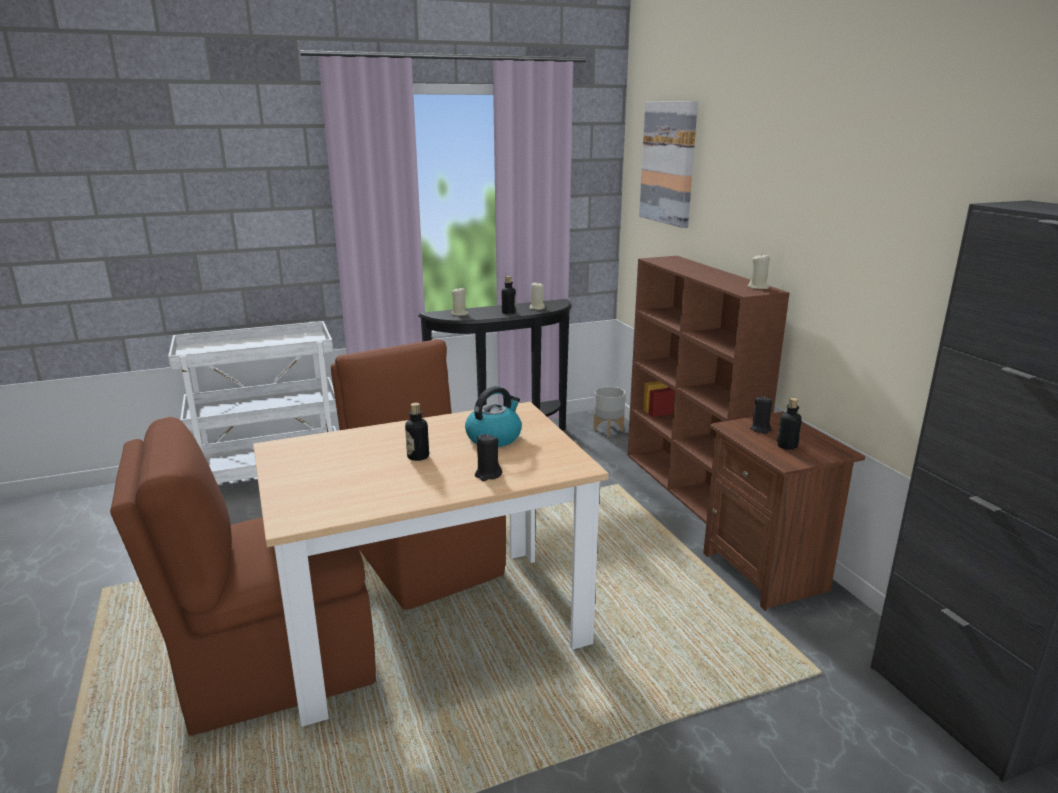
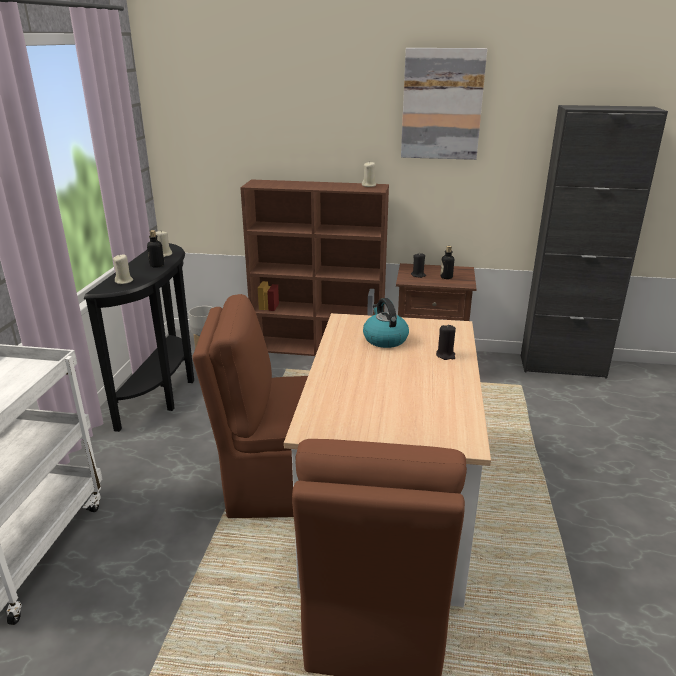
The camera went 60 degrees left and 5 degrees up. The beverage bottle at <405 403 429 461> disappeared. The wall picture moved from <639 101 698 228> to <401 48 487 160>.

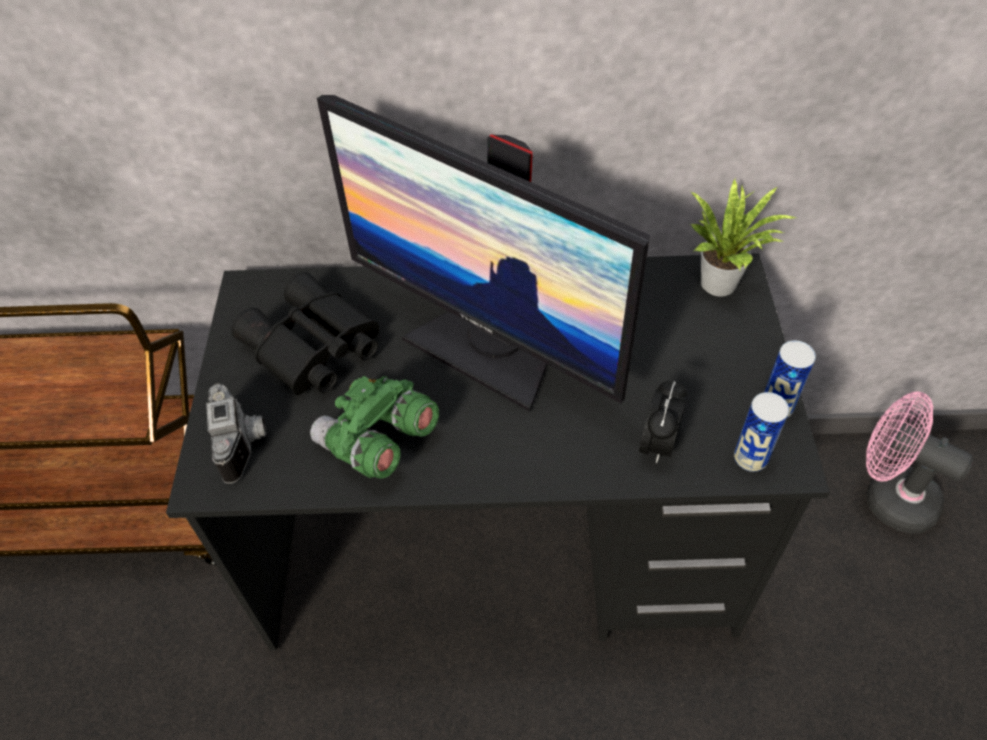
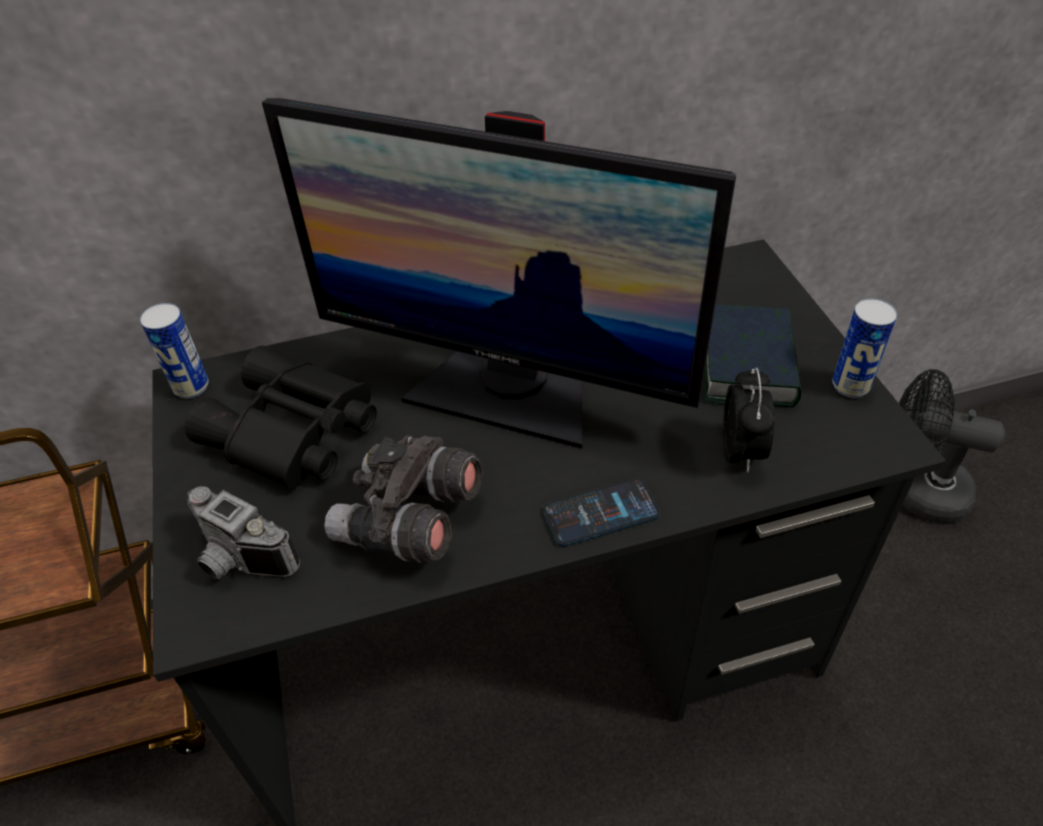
The camera went 15 degrees left and 5 degrees down. The still camera at <206 383 267 484> turned 150 degrees clockwise. The greenish pair of binoculars at <310 376 439 479> became the grey pair of binoculars at <324 435 484 563>. The houseplant at <690 179 796 296> disappeared. The sealed can moved from <734 392 789 472> to <140 303 209 398>. The pinkish fan at <866 391 973 534> became the black fan at <899 369 1005 523>. The handset at <543 478 660 547> appeared. The volume at <704 305 801 407> appeared.

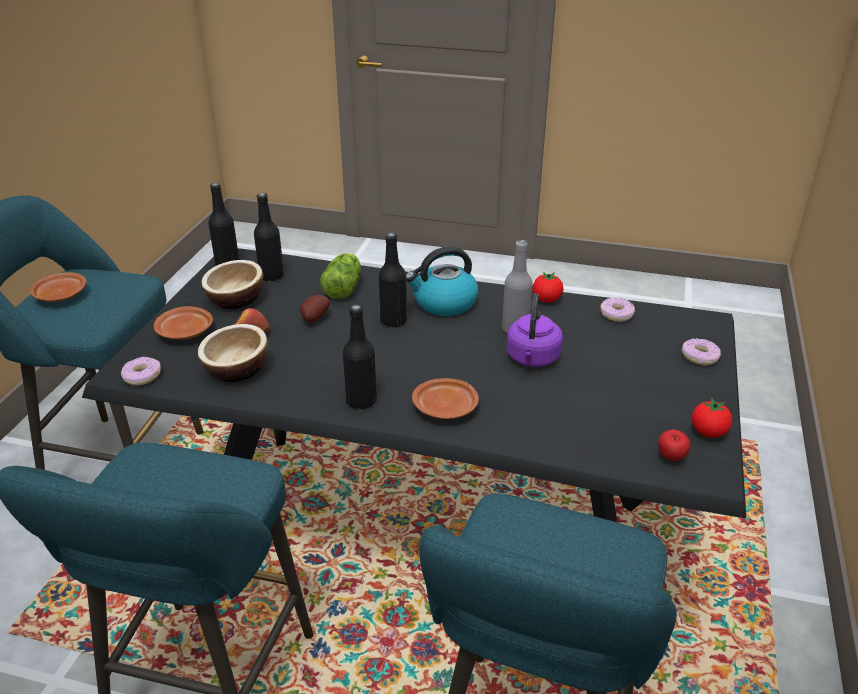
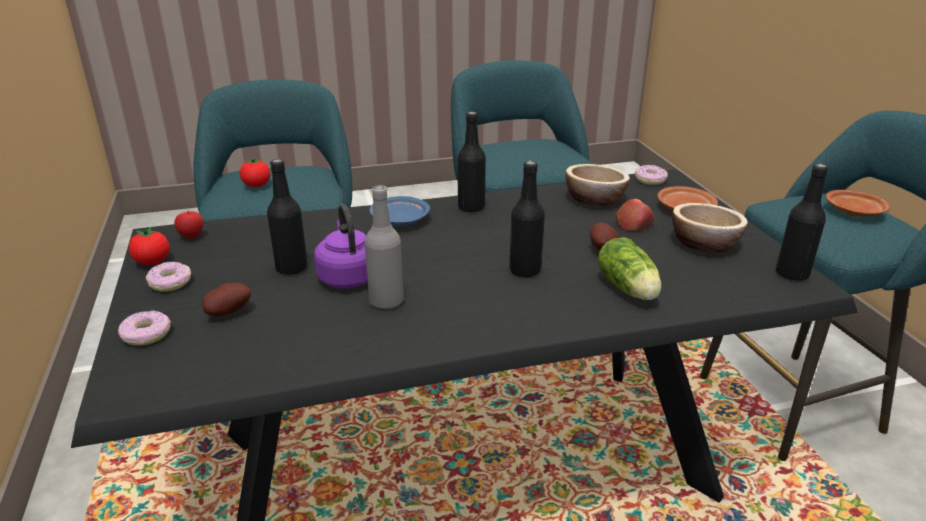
The camera went 150 degrees right and 5 degrees down. The black beverage bottle moved from <254 193 284 281> to <267 159 308 275>. The kettle at <406 246 478 316> disappeared. The brownish plate at <412 378 479 419> became the bluish plate at <369 196 430 226>. The fresh tomato moved from <532 272 563 303> to <240 157 270 187>. The ring doughnut moved from <600 298 635 322> to <146 262 191 292>. The spud at <202 283 251 317> appeared.

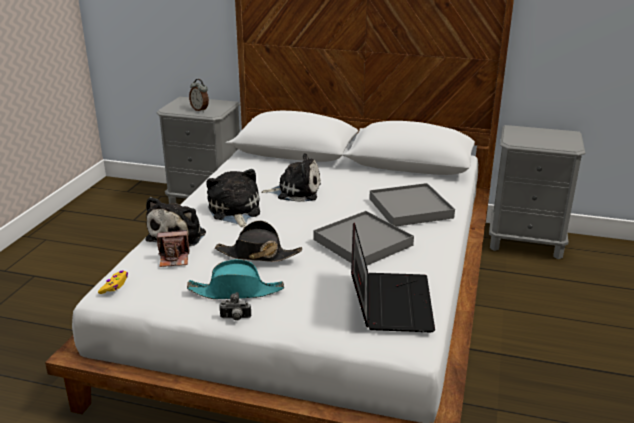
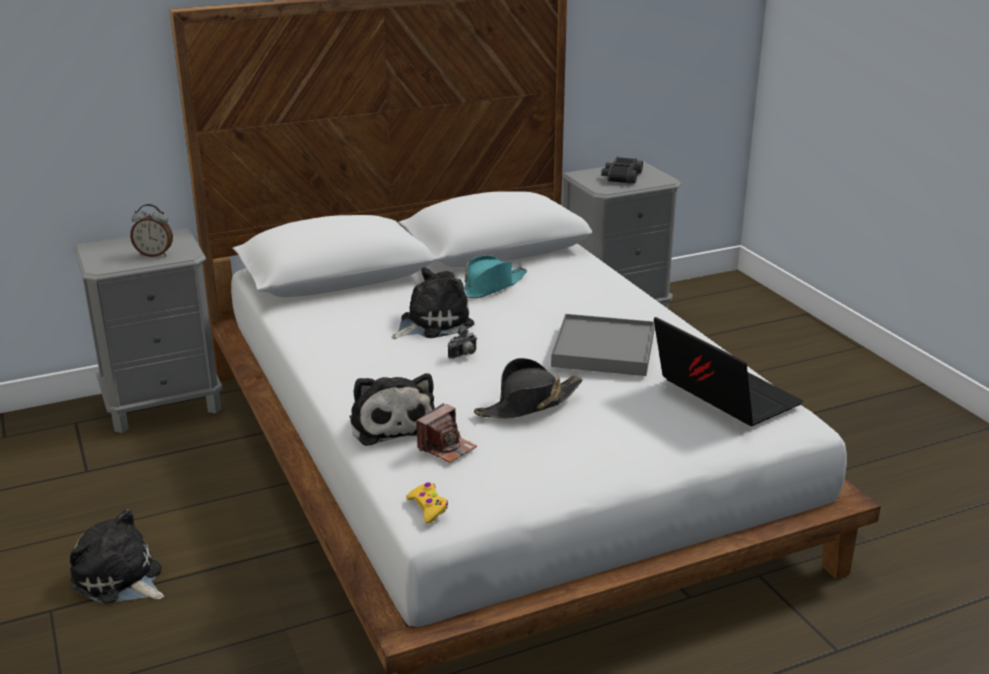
The camera went 40 degrees left and 0 degrees up. The blue-green clothing hat moved from <187 259 284 299> to <464 255 527 298>. The cuddly toy moved from <206 169 260 228> to <70 509 164 604>. The still camera moved from <219 292 251 321> to <448 326 477 359>. The grey carrying tray at <369 183 455 227> disappeared. The black pair of binoculars at <601 157 643 184> appeared.

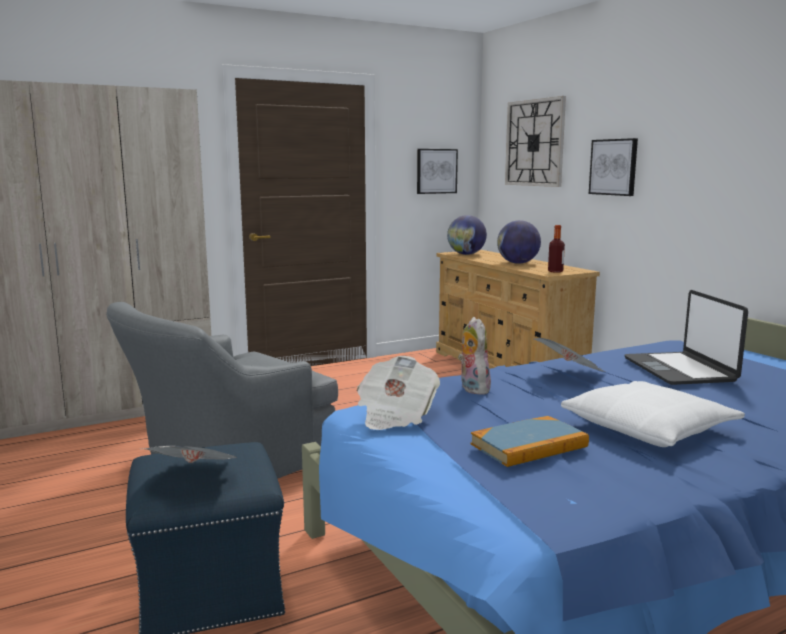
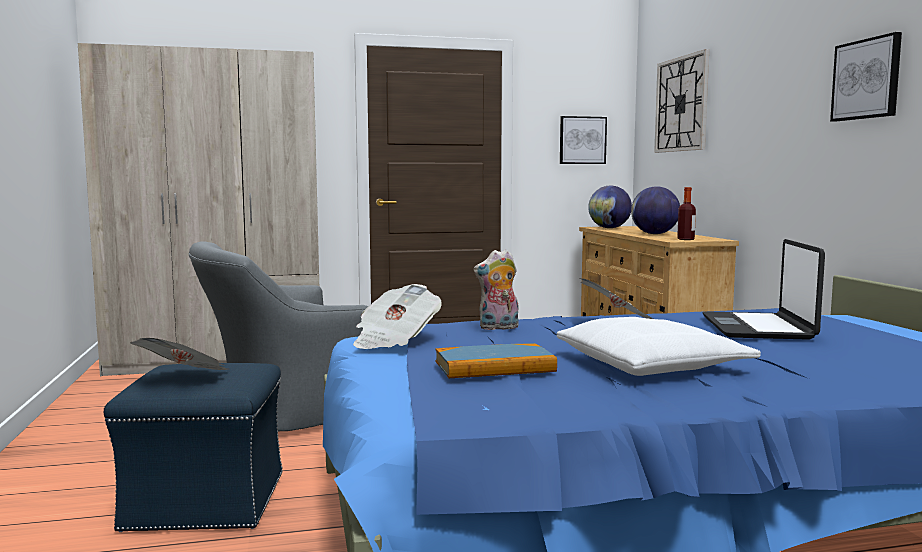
The camera went 15 degrees right and 5 degrees down. The cuddly toy at <458 317 491 395> turned 105 degrees counterclockwise. The wall picture moved from <589 138 638 196> to <830 32 902 122>.

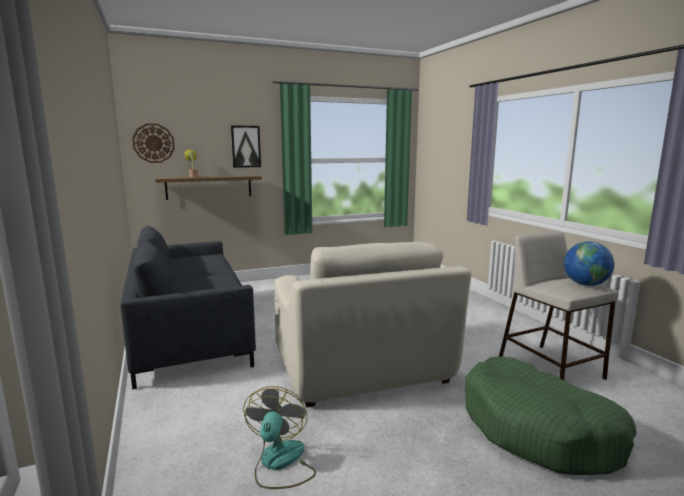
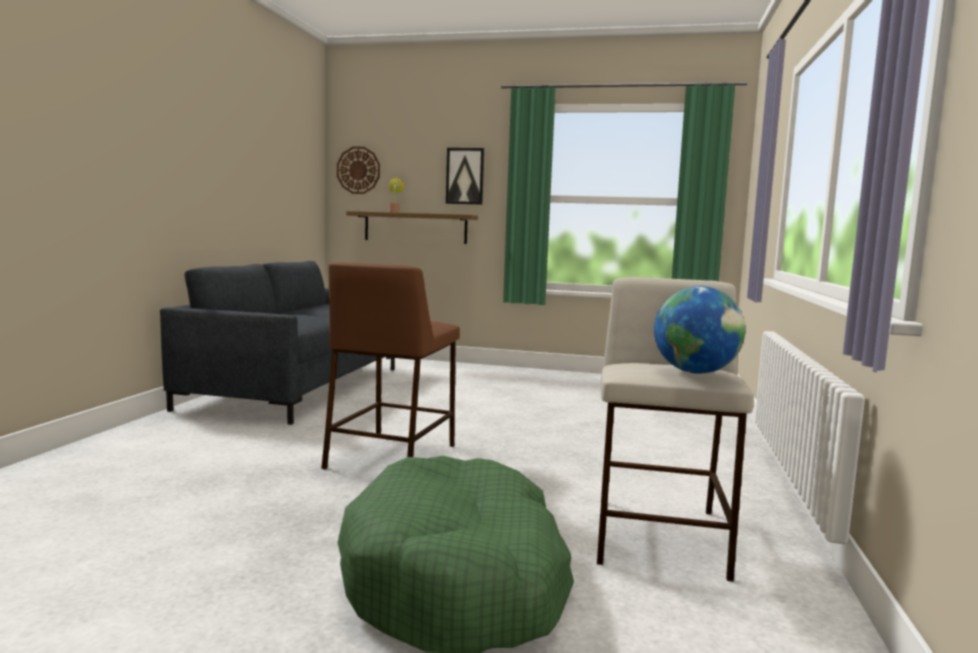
The camera went 35 degrees right and 5 degrees down. The fan at <243 386 316 489> disappeared. The sand-coloured easy chair at <274 242 472 407> was replaced by the brownish stool seat at <321 262 460 469>.

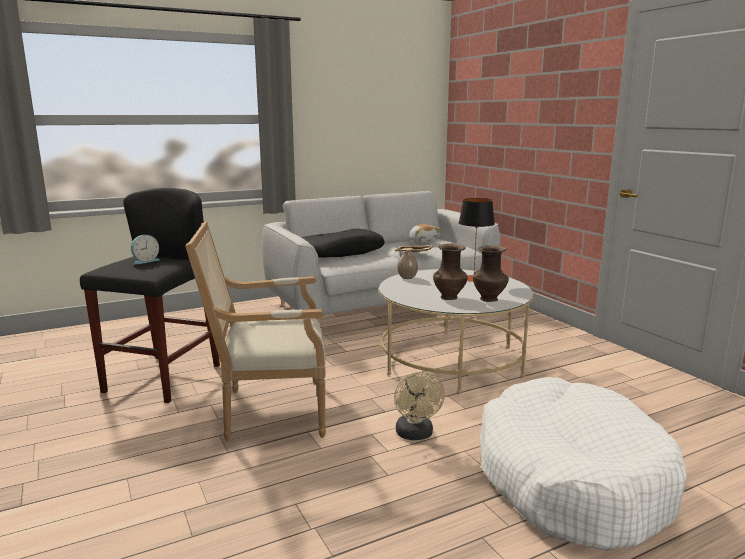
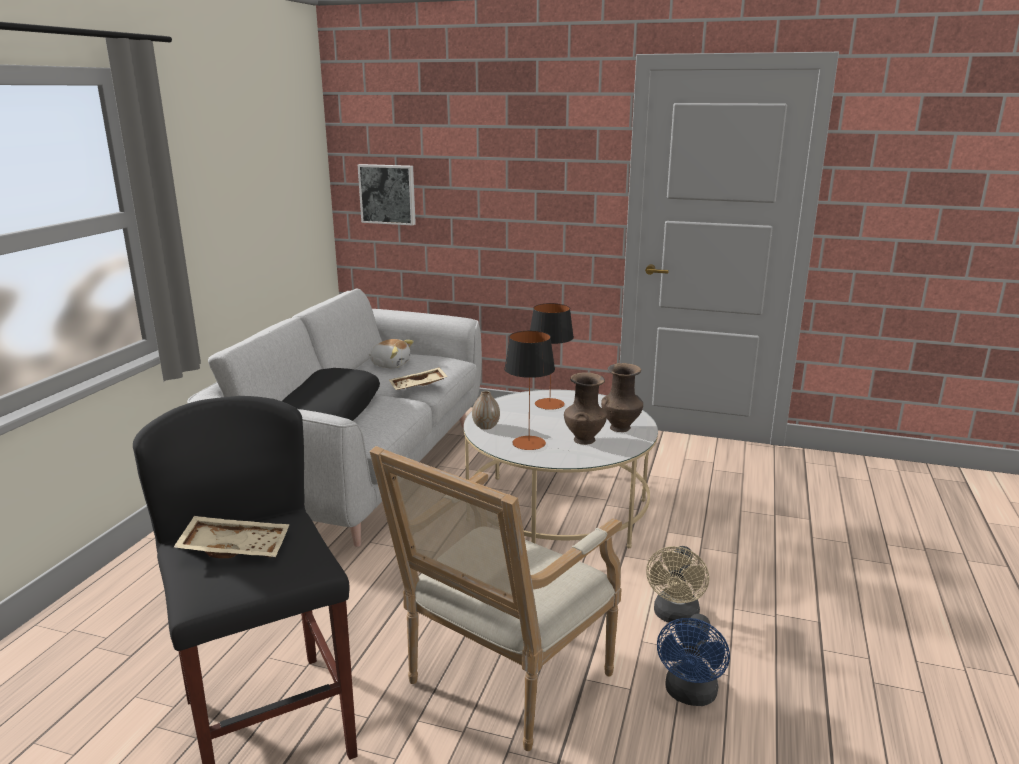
The camera went 45 degrees left and 5 degrees up. The table clock at <131 235 160 265> was replaced by the sand-coloured carrying tray at <174 516 290 558>. The sand-coloured fan at <394 372 445 440> turned 75 degrees clockwise. The whitish dog cushion at <480 377 687 551> disappeared. The wall picture at <358 164 416 226> appeared. The tabletop lamp at <504 331 555 450> appeared. The bluish fan at <657 614 730 706> appeared.

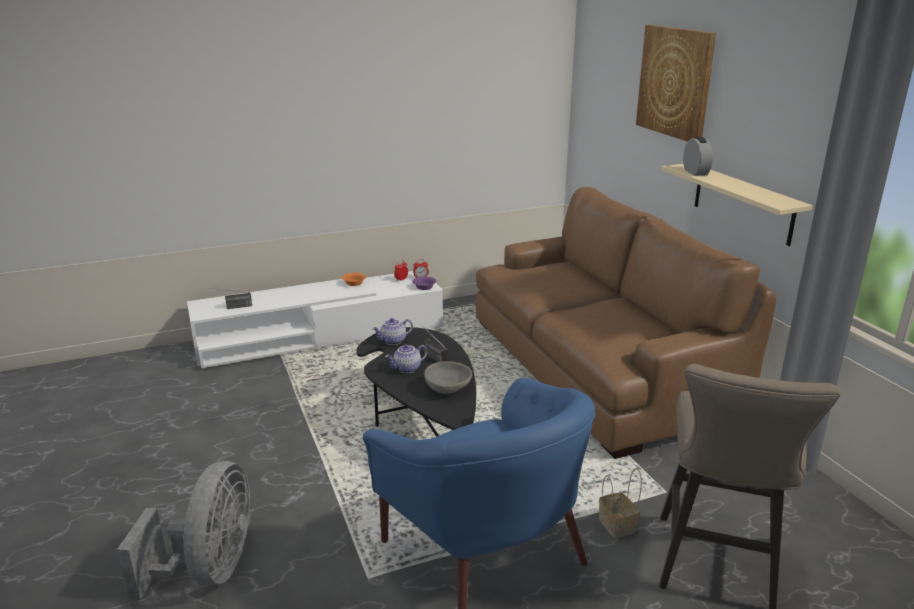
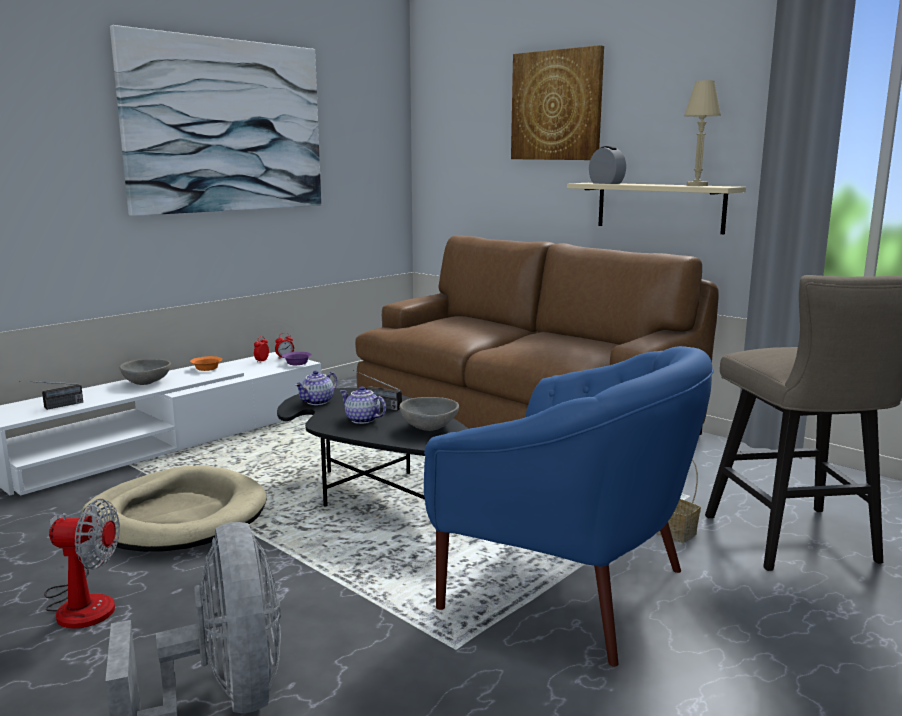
The camera went 25 degrees left and 10 degrees down. The teapot at <385 344 428 373> turned 90 degrees clockwise. The fan at <44 499 120 629> appeared. The sand-coloured dog cushion at <81 466 267 552> appeared. The wall picture at <110 25 321 216> appeared. The grey deep dish at <120 359 171 385> appeared. The sand-coloured tabletop lamp at <684 80 721 186> appeared.

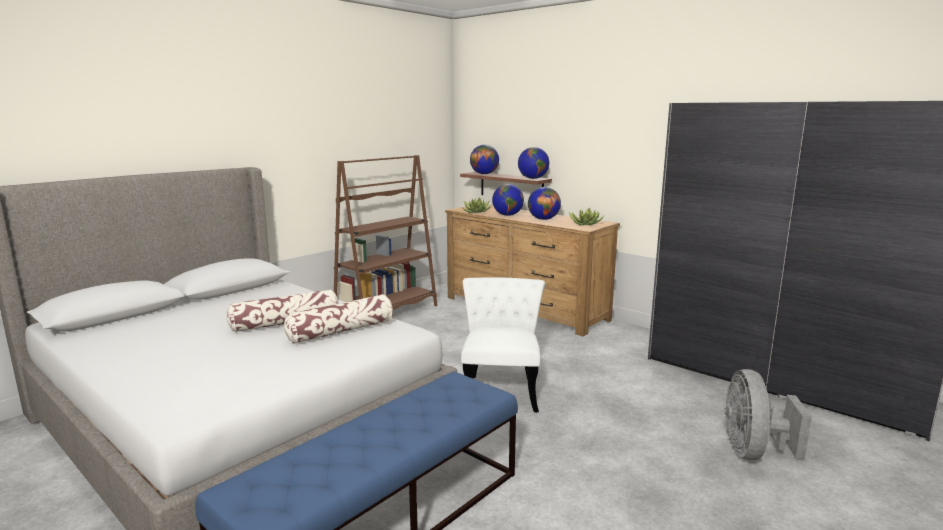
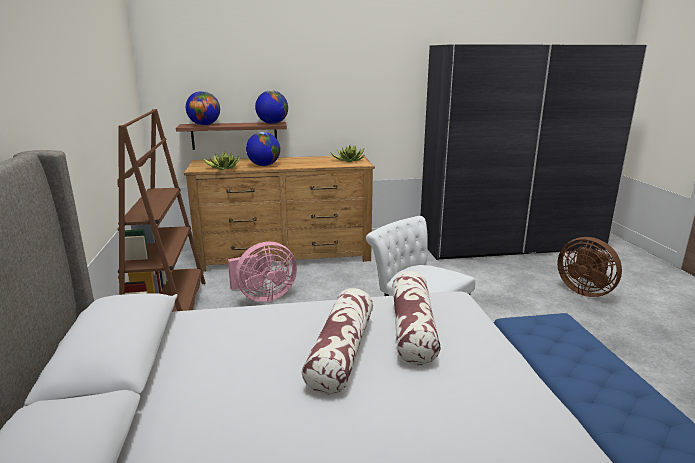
The camera went 50 degrees left and 5 degrees up. The world globe at <528 187 561 220> disappeared. The grey fan at <725 369 812 460> became the brownish fan at <557 237 622 297>. The pinkish fan at <228 242 297 302> appeared.

